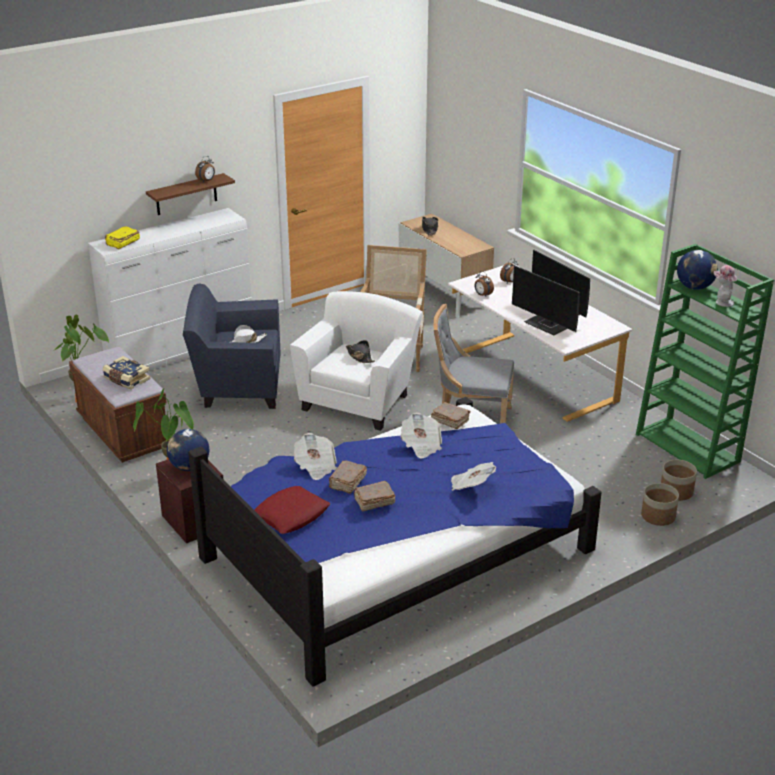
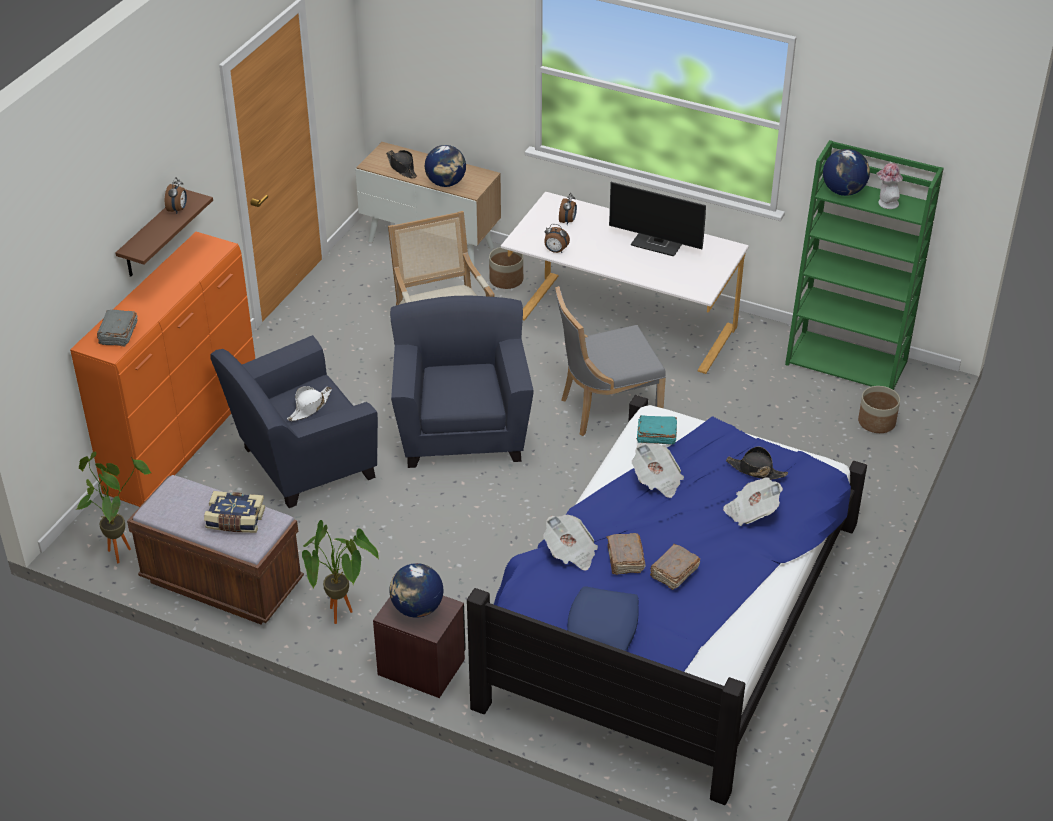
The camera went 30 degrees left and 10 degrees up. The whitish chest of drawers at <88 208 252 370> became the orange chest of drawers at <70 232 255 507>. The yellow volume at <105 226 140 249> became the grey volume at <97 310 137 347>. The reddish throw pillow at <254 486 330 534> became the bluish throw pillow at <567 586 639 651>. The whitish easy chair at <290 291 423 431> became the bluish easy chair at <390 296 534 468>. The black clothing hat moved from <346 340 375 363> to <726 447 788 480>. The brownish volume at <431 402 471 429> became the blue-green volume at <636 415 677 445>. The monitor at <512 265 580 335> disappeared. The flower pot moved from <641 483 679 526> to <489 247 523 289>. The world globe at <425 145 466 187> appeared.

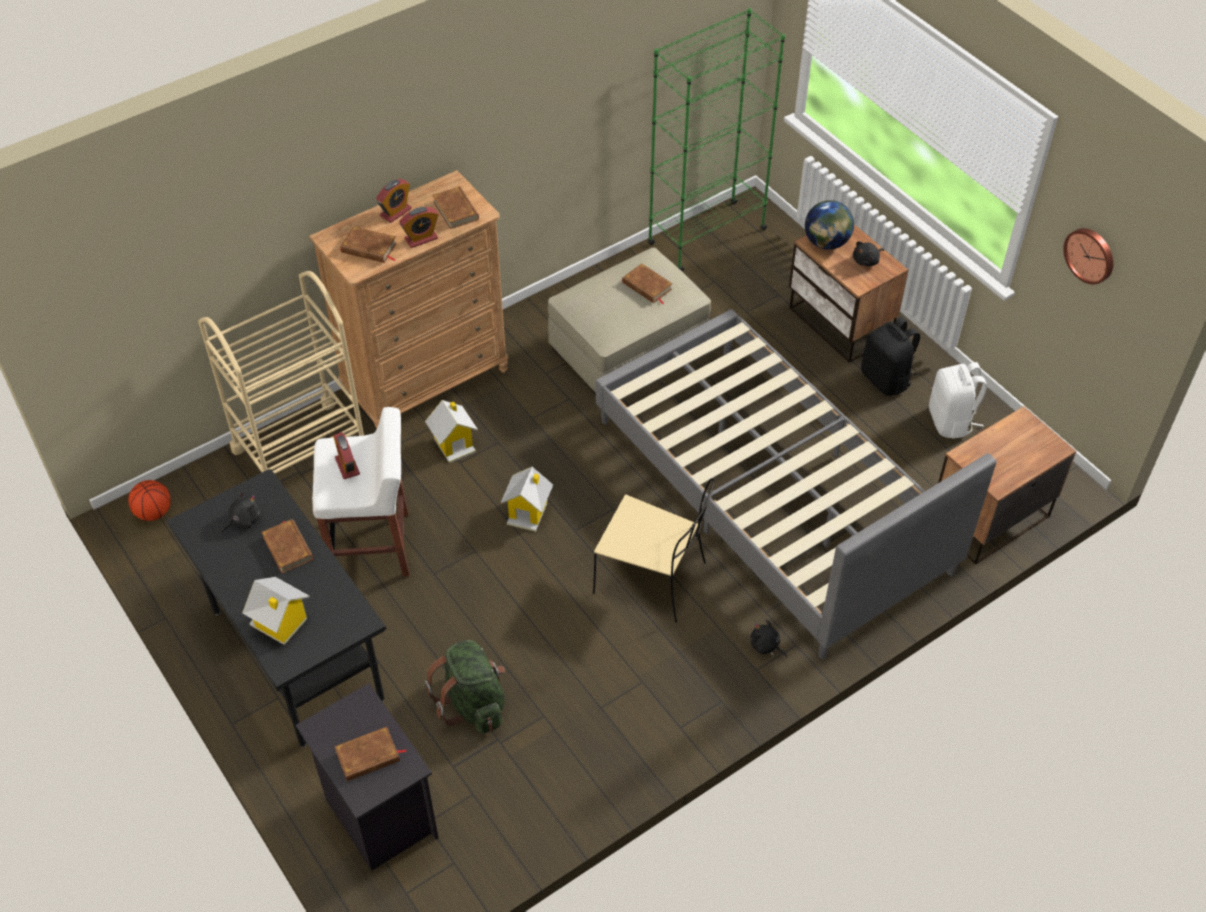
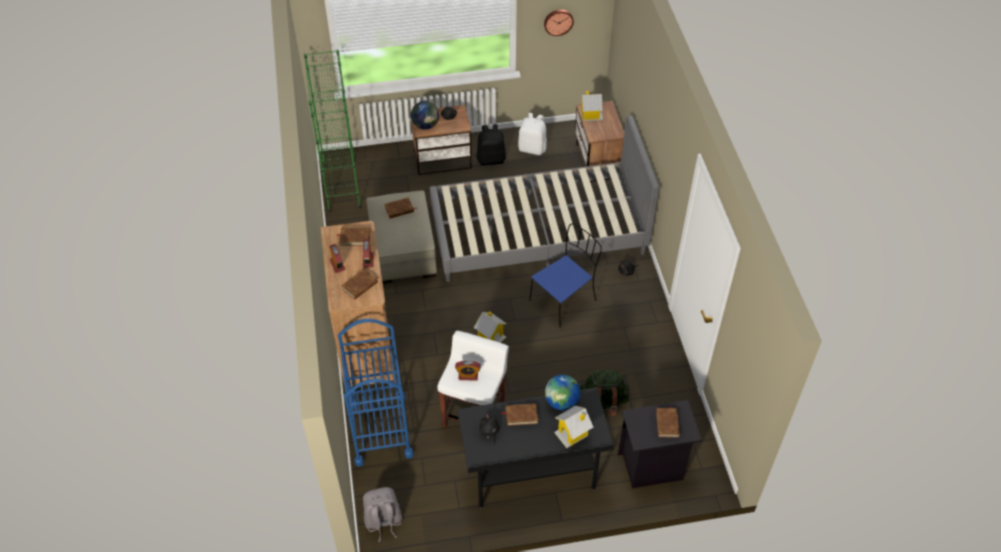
The camera went 65 degrees left and 0 degrees up. The ball for basketball at <128 480 171 521> was replaced by the grey rucksack at <363 487 402 542>. The sand-coloured trolley at <198 271 364 474> became the bluish trolley at <338 319 414 467>. The model house moved from <425 400 478 463> to <580 91 603 121>. The sand-coloured chair at <593 478 715 623> became the bluish chair at <529 223 602 328>. The world globe at <545 375 580 410> appeared.

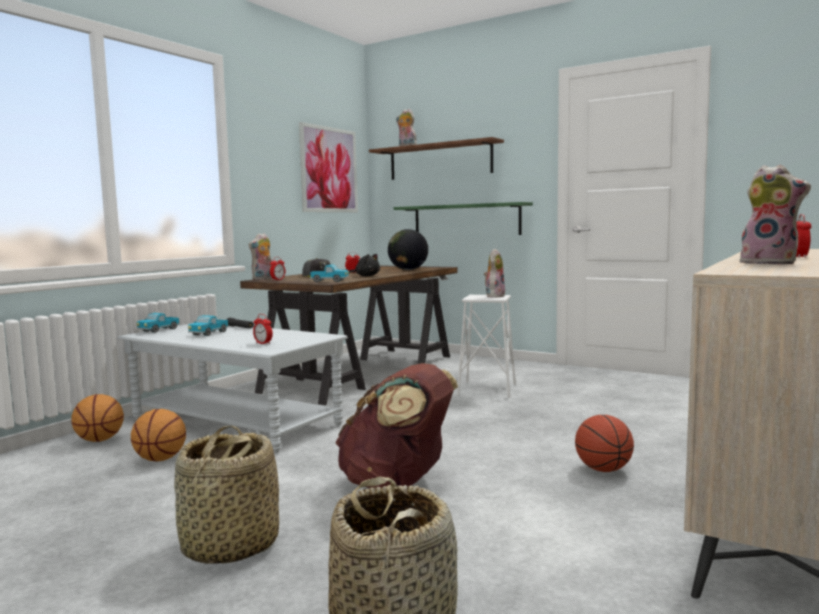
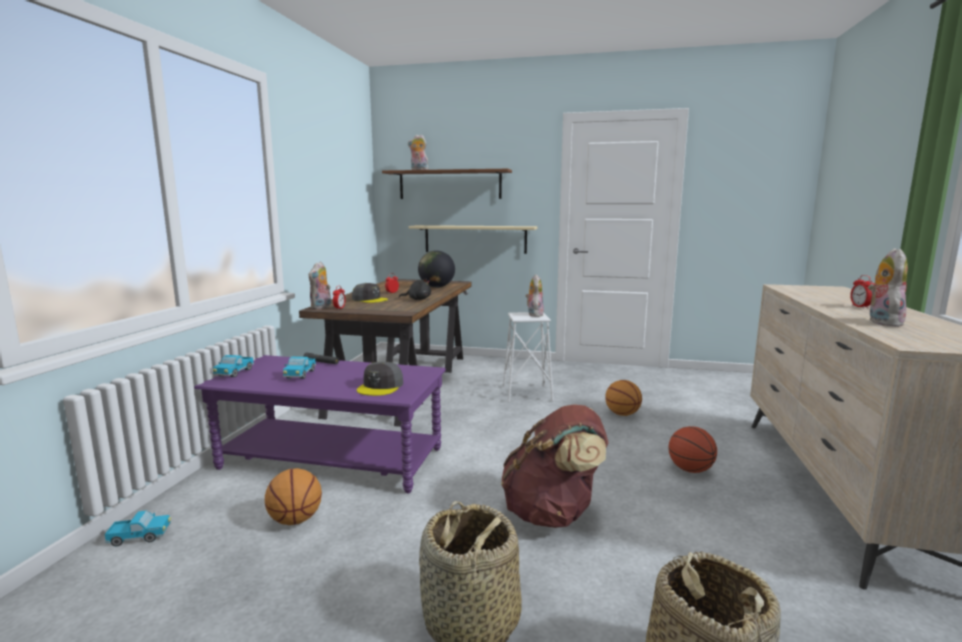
The camera went 20 degrees left and 5 degrees up. The ball for basketball moved from <71 394 124 442> to <605 380 642 416>. The grey coffee table at <117 323 348 454> became the purplish coffee table at <194 355 446 494>. The table clock at <253 314 273 345> was replaced by the grey cap at <357 362 403 396>. The wall picture at <299 122 358 212> disappeared. The model truck moved from <310 265 349 282> to <105 511 171 546>. The greenish shelf at <394 202 533 235> became the sand-coloured shelf at <409 225 537 254>. The cuddly toy at <739 165 811 265> turned 90 degrees counterclockwise.

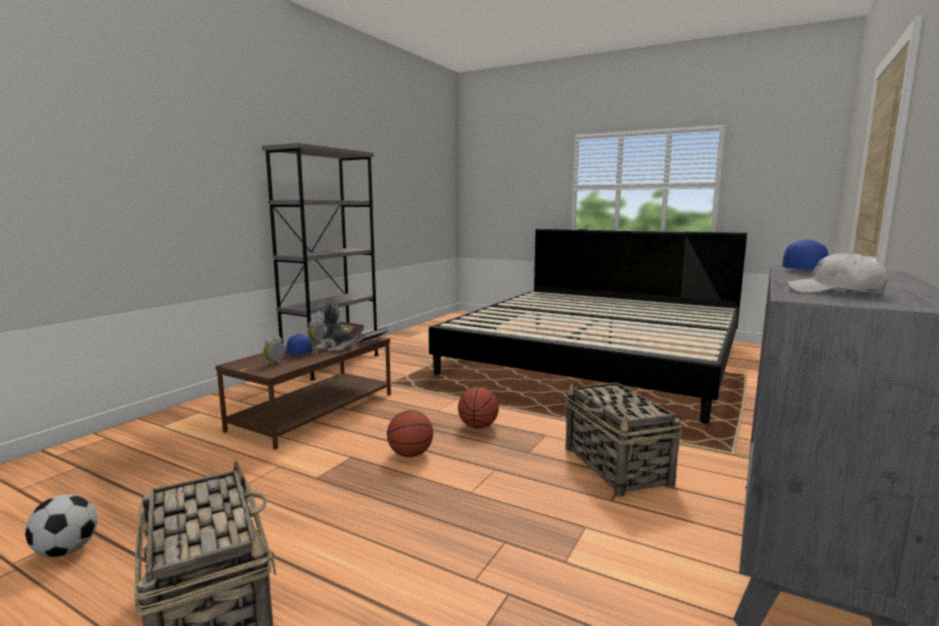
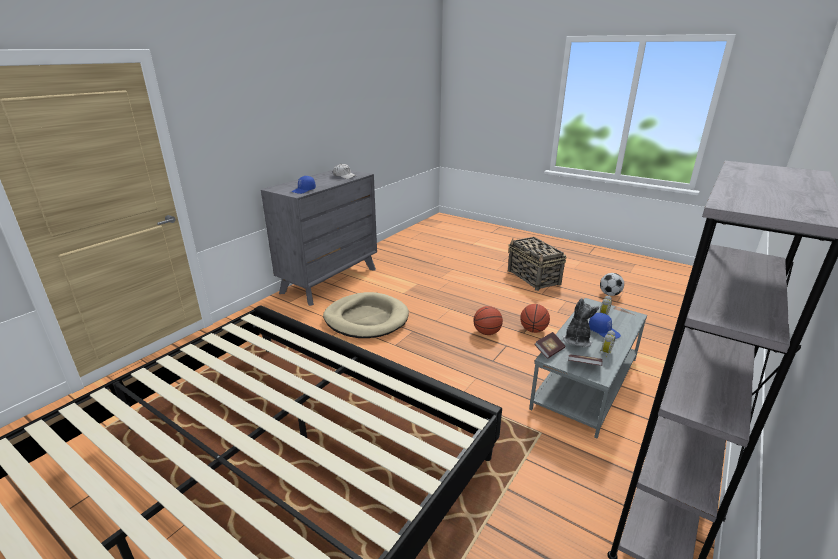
The camera went 175 degrees left and 15 degrees up. The brownish coffee table at <215 334 391 450> became the grey coffee table at <529 298 647 438>. The cuddly toy at <316 301 358 351> turned 90 degrees counterclockwise. The ball for basketball moved from <458 387 499 429> to <520 304 550 333>. The household basket at <564 381 682 497> was replaced by the sand-coloured dog cushion at <323 292 409 338>.

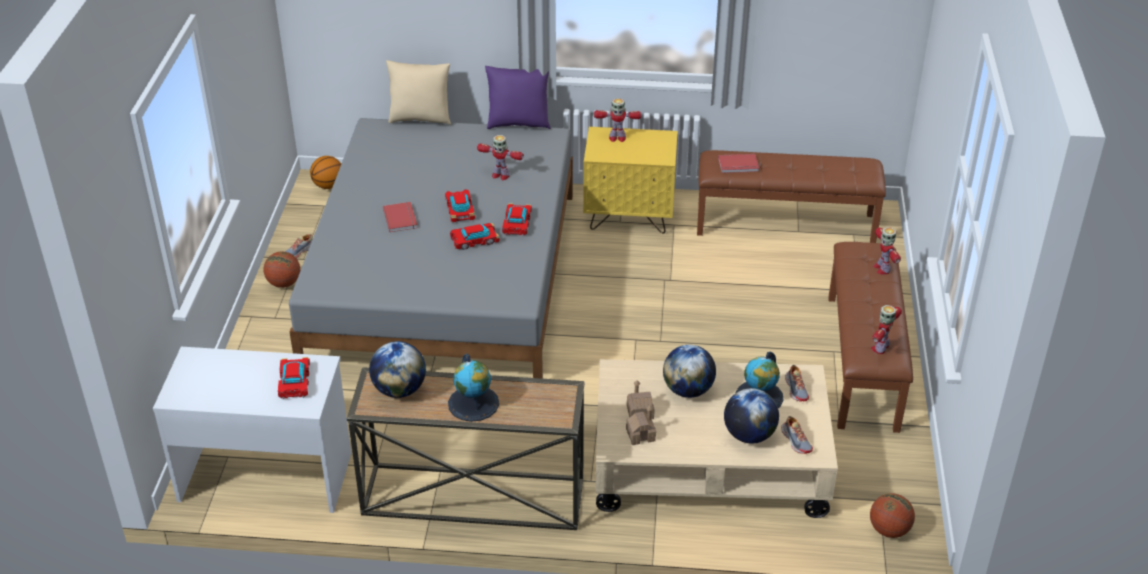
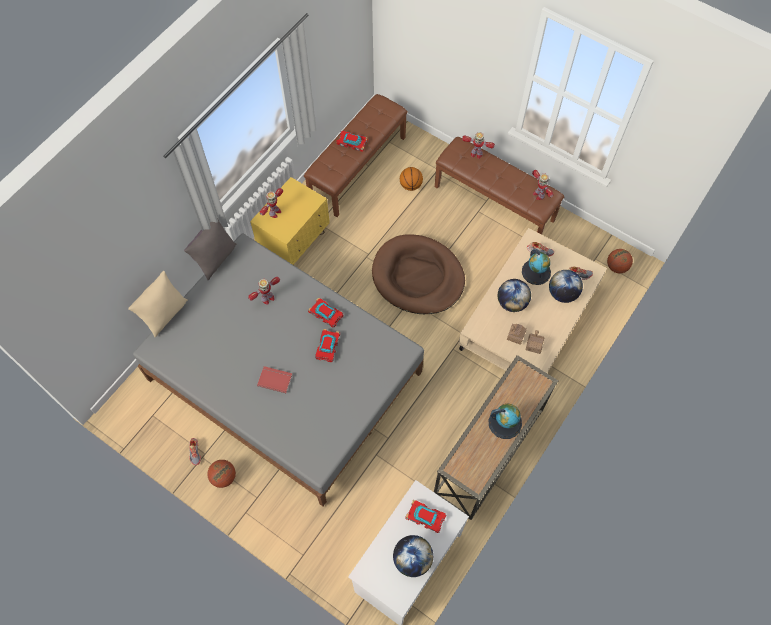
The camera went 60 degrees left and 25 degrees up. The ball for basketball moved from <310 156 341 189> to <400 167 423 191>. The world globe moved from <369 341 426 398> to <393 535 433 577>. The model car moved from <445 189 475 222> to <336 131 368 152>. The purplish throw pillow at <485 66 551 129> became the grey throw pillow at <184 218 237 280>. The reddish volume at <718 154 759 173> disappeared. The brownish dog cushion at <372 234 465 314> appeared.

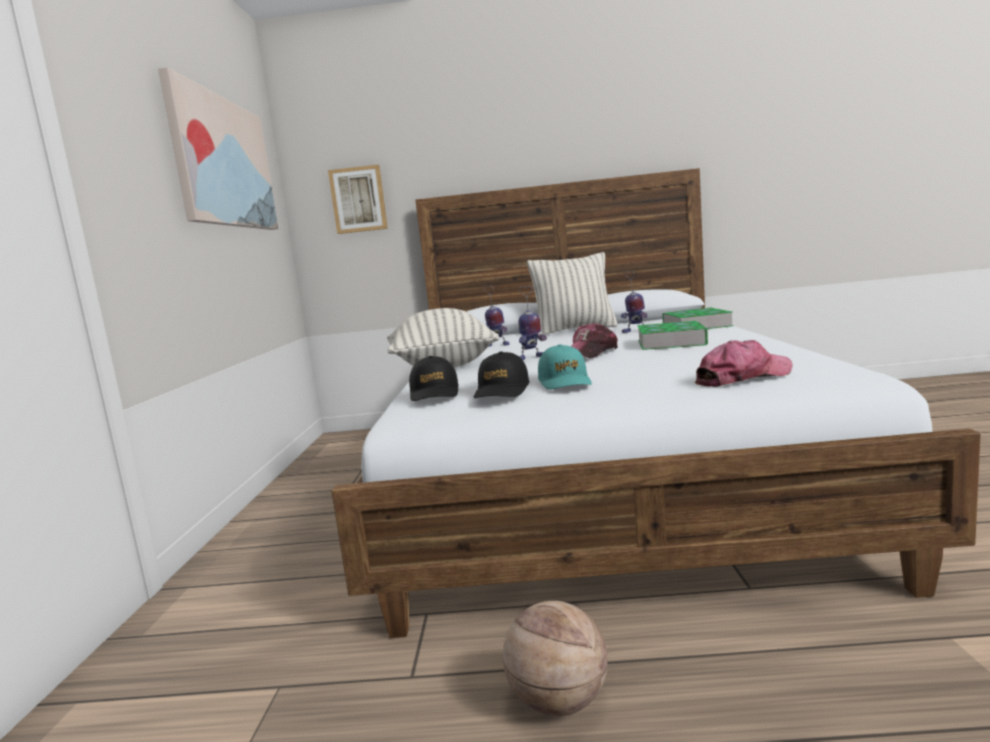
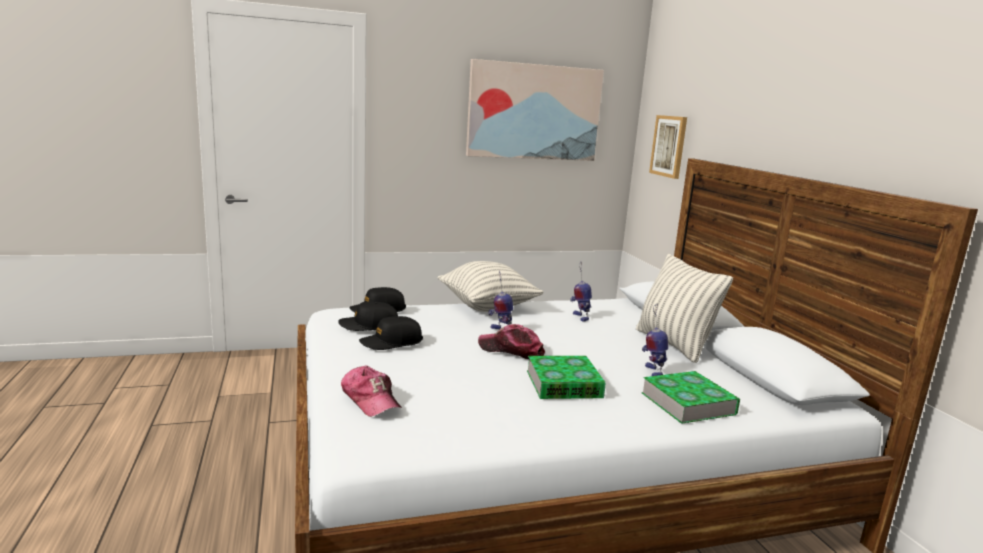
The camera went 70 degrees right and 5 degrees up. The ball for basketball at <503 601 608 716> disappeared. The blue-green cap at <538 344 592 390> became the black cap at <359 316 423 350>.

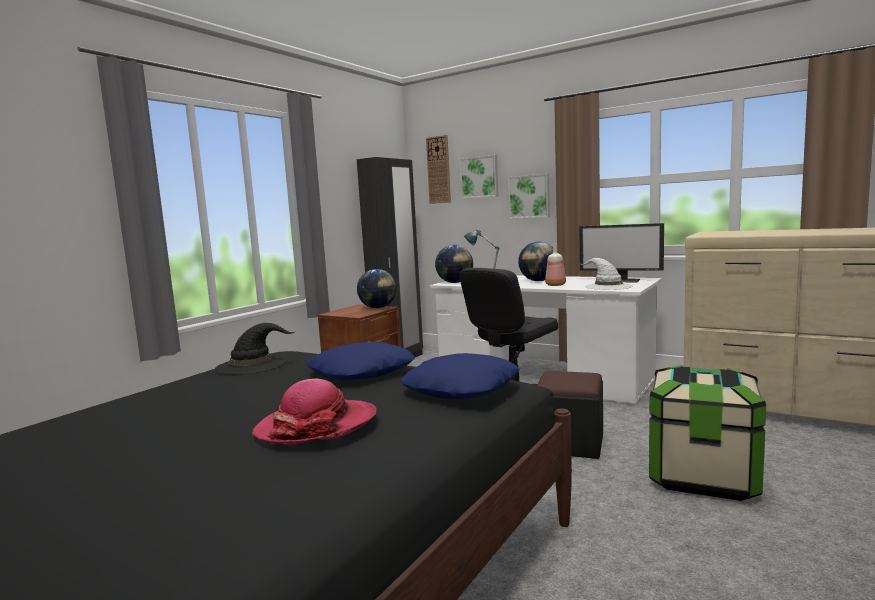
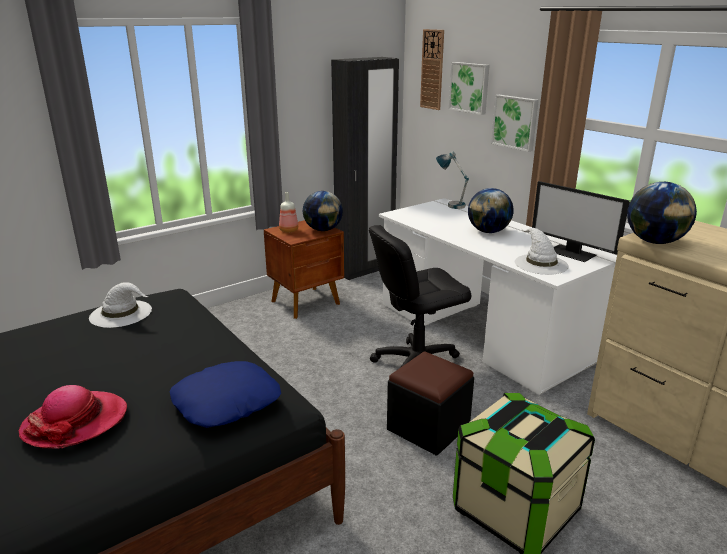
The camera went 20 degrees right and 15 degrees up. The black clothing hat at <215 323 295 375> became the whitish clothing hat at <89 282 152 328>. The bluish throw pillow at <307 342 415 381> disappeared. The world globe moved from <435 245 473 283> to <627 182 697 244>. The beverage bottle moved from <545 243 566 286> to <279 192 298 232>.

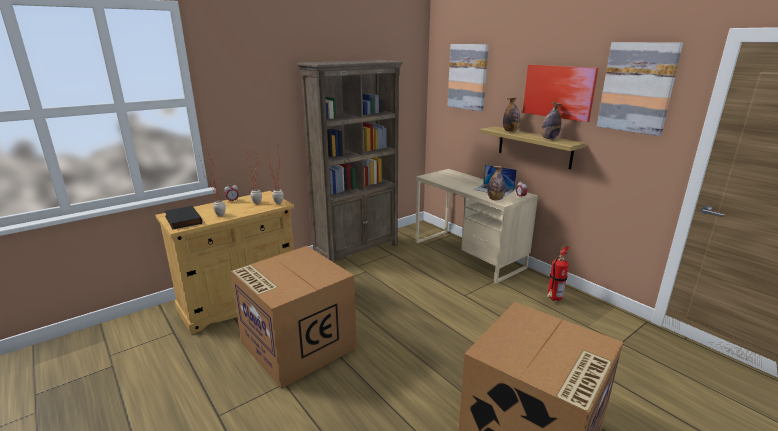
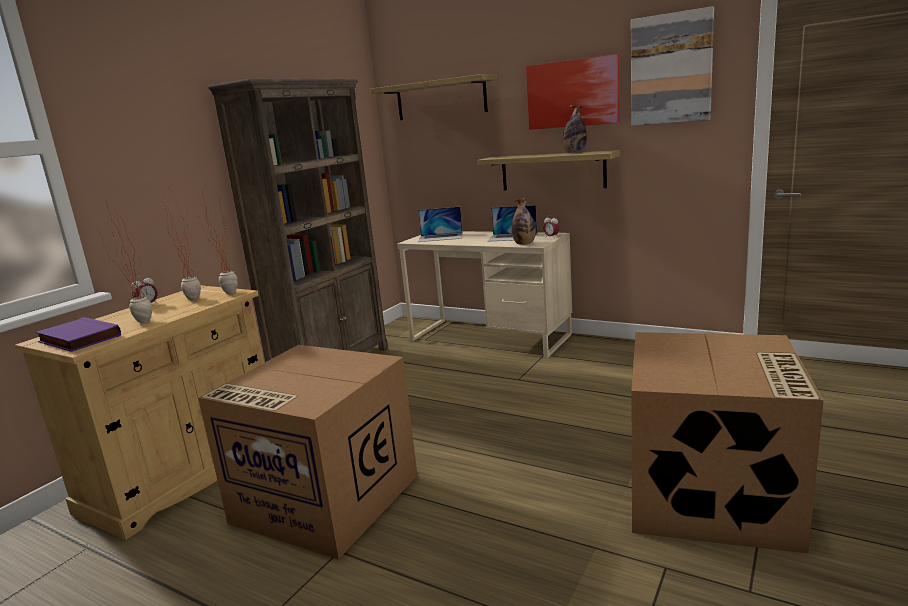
The camera went 20 degrees left and 5 degrees down. The black volume at <165 206 202 230> became the purplish volume at <36 317 121 352>. The wall picture at <448 44 489 111> was replaced by the shelf at <370 74 497 120>. The beverage bottle at <503 97 520 132> disappeared. The fire extinguisher at <547 245 569 301> disappeared. The portable computer at <418 207 462 242> appeared.

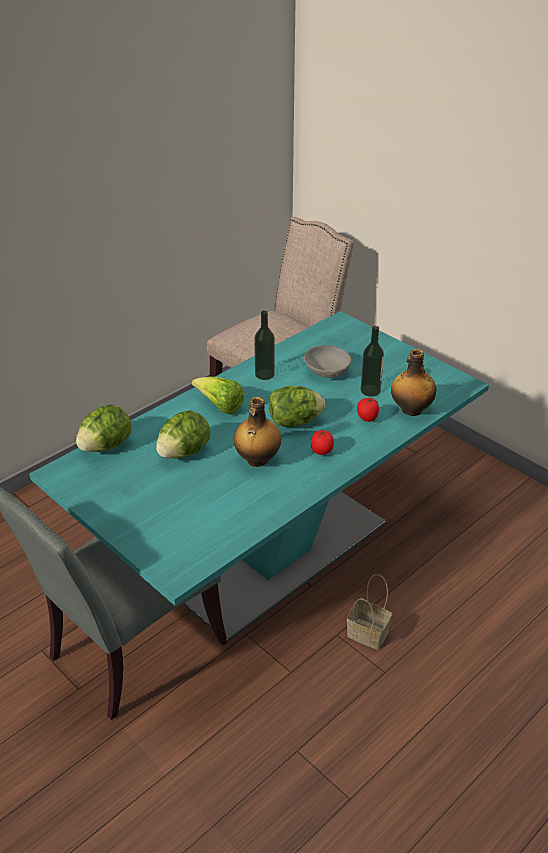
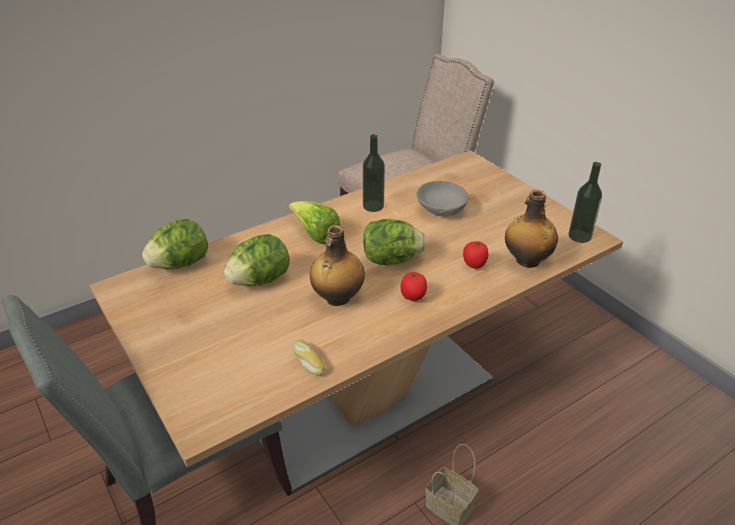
The camera went 10 degrees right and 0 degrees up. The blue-green dinner table at <29 311 489 643> became the sand-coloured dinner table at <90 150 623 494>. The beverage bottle moved from <361 326 384 397> to <568 162 602 243>. The bakery bread at <293 339 325 376> appeared.

